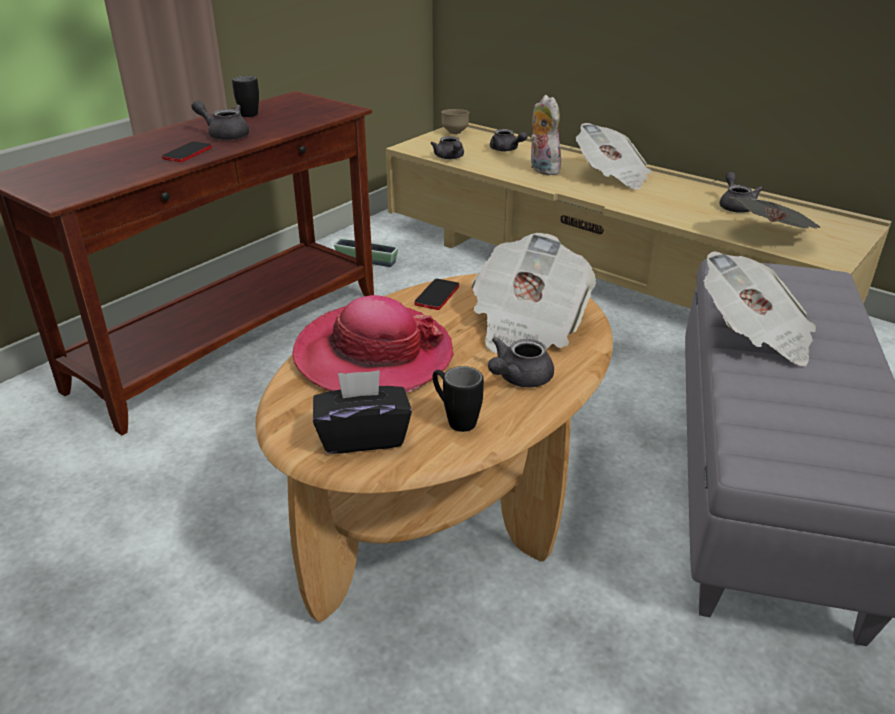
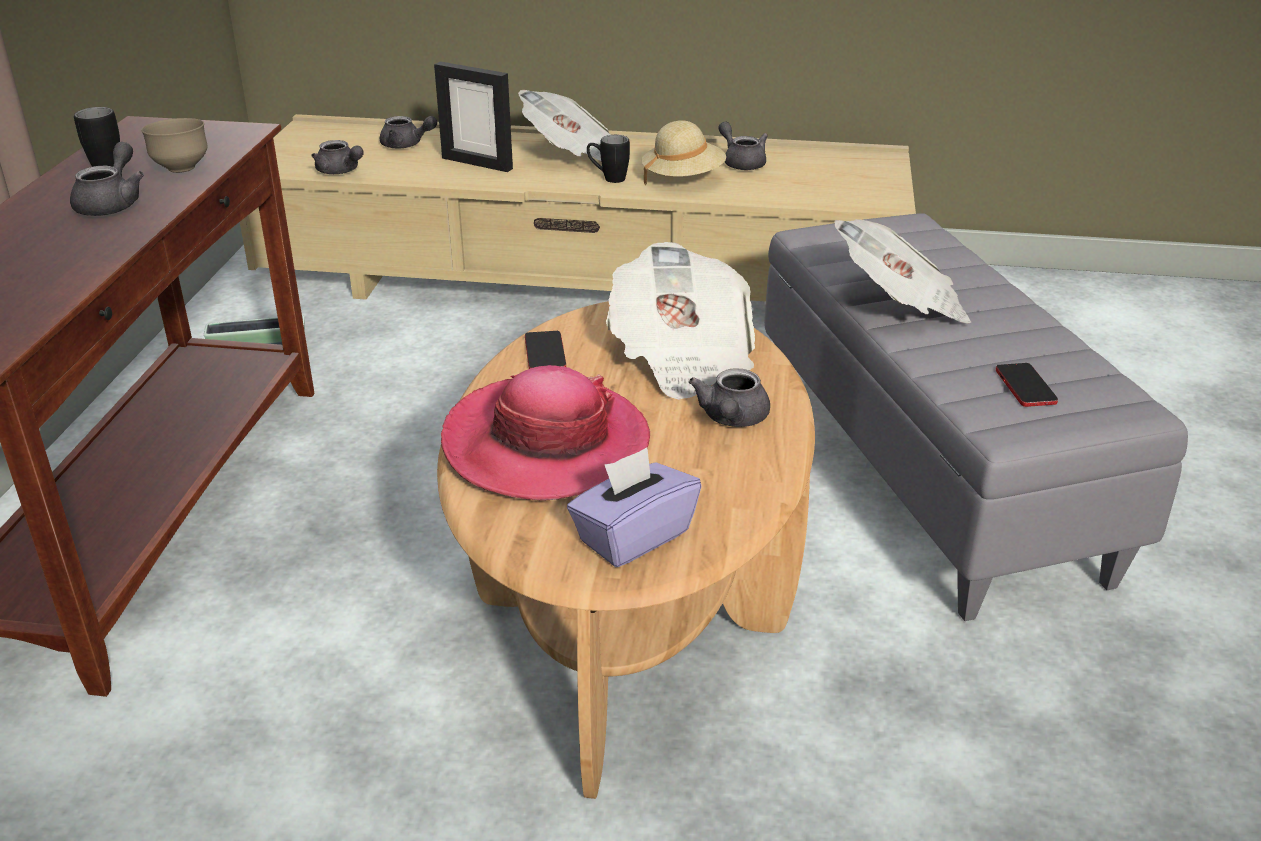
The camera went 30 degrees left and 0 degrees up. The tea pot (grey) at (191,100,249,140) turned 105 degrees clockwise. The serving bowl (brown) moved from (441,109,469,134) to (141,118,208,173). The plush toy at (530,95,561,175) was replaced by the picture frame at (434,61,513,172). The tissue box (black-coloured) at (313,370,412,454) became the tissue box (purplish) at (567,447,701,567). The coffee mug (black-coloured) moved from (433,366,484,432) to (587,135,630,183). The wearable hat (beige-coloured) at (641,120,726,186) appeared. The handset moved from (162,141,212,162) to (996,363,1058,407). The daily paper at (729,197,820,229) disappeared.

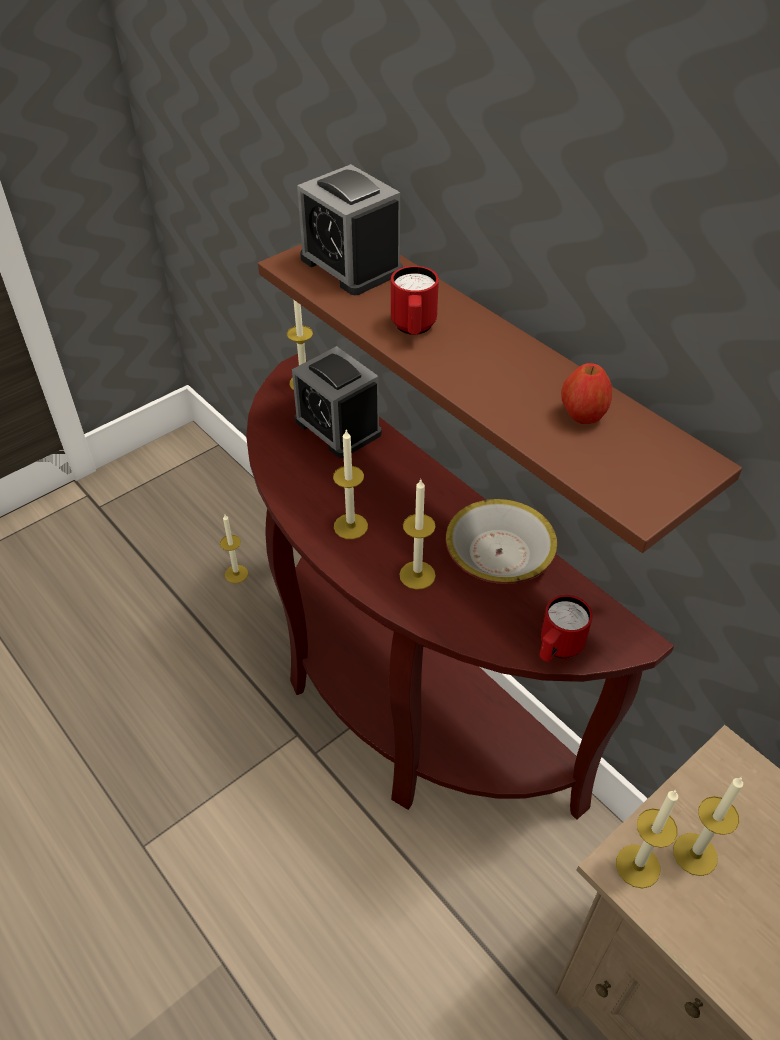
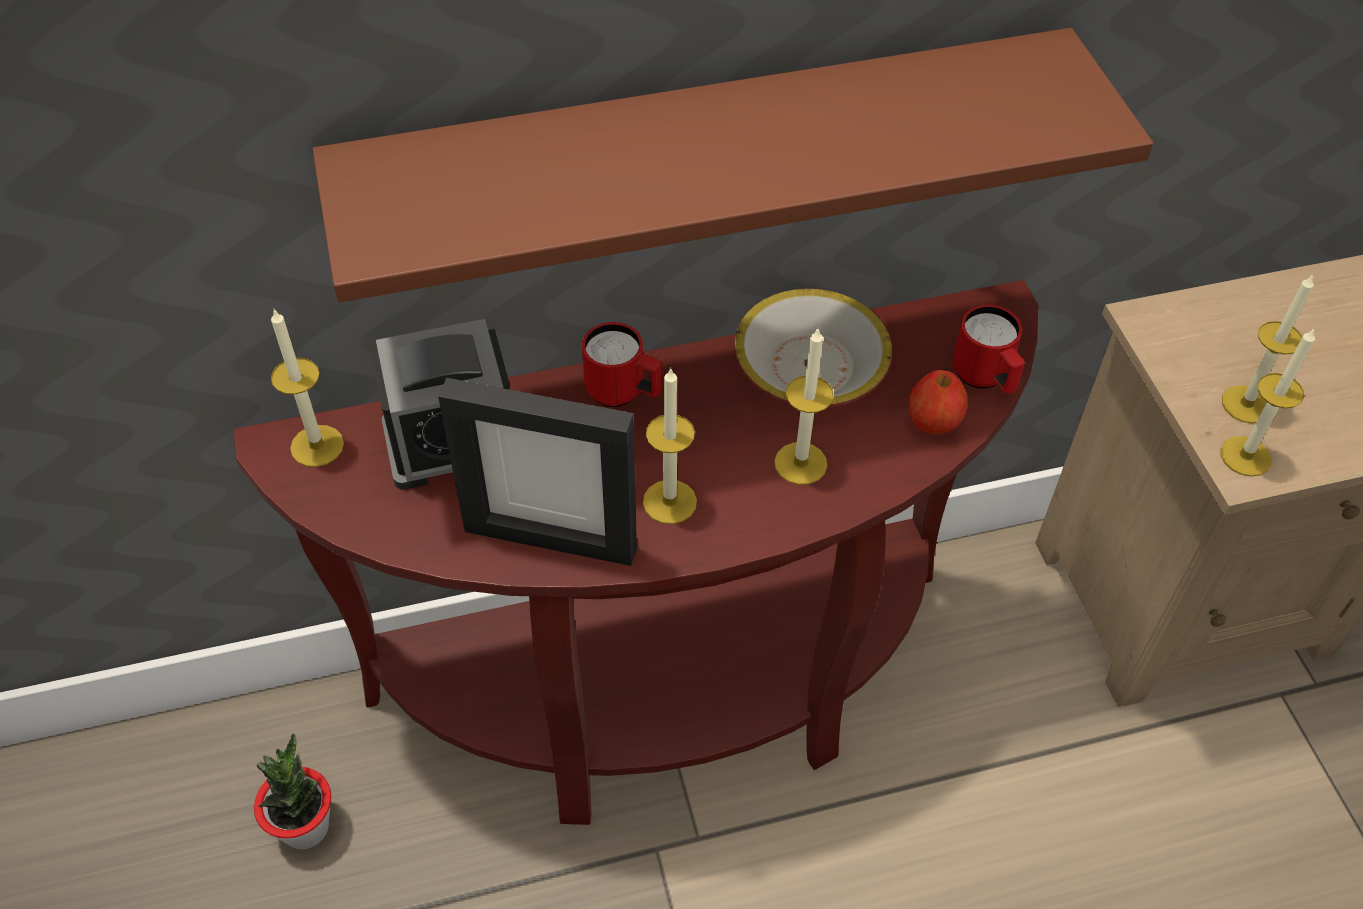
The camera went 65 degrees left and 5 degrees up. The candle at (220,515,248,583) was replaced by the potted plant at (254,733,331,850). The picture frame at (438,378,637,566) appeared. The coffee mug (red-coloured) moved from (391,266,439,335) to (582,322,661,407). The apple moved from (561,363,612,424) to (908,370,967,434). The table clock at (297,164,403,295) disappeared.

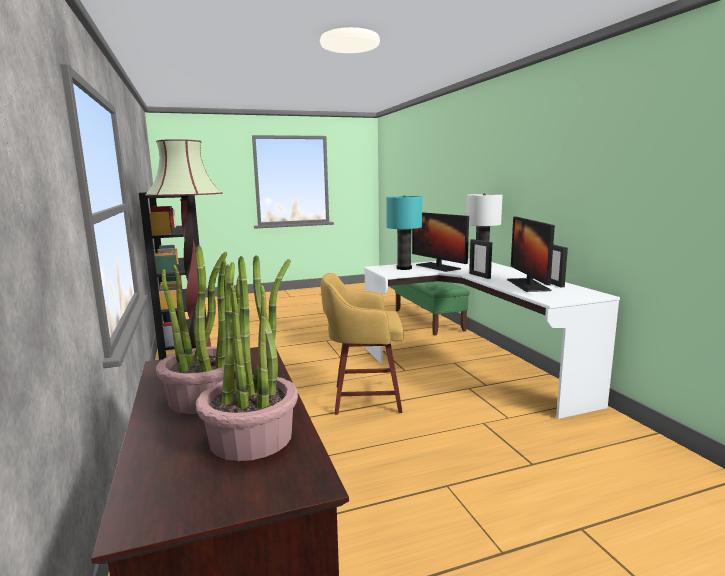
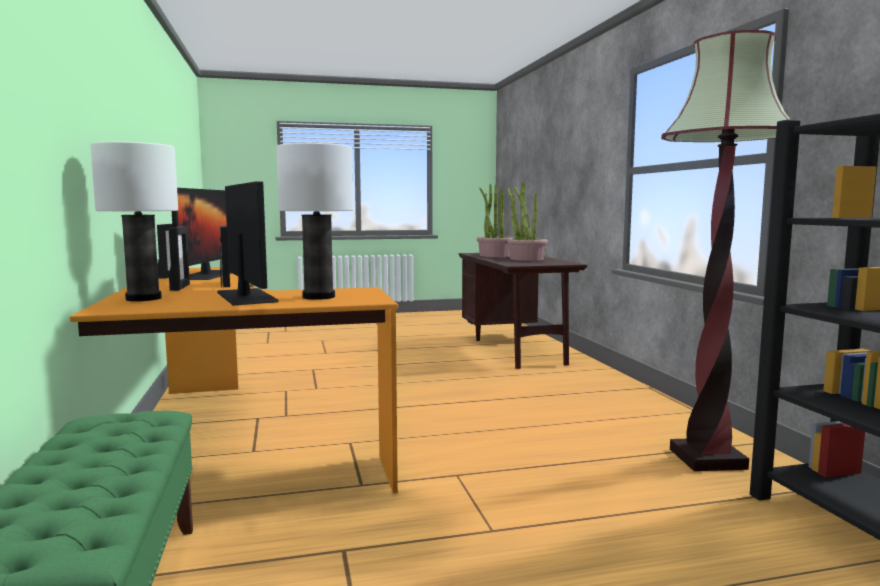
The camera went 175 degrees left and 5 degrees down. The desk unit (white) at (364,258,620,419) became the desk unit (orange-coloured) at (69,267,398,493). The picture frame at (169,226,190,291) appeared. The table lamp (blue-green) at (386,196,422,270) became the table lamp (white) at (276,143,354,300). The sitting stool (yellow-coloured) at (321,273,404,415) disappeared.

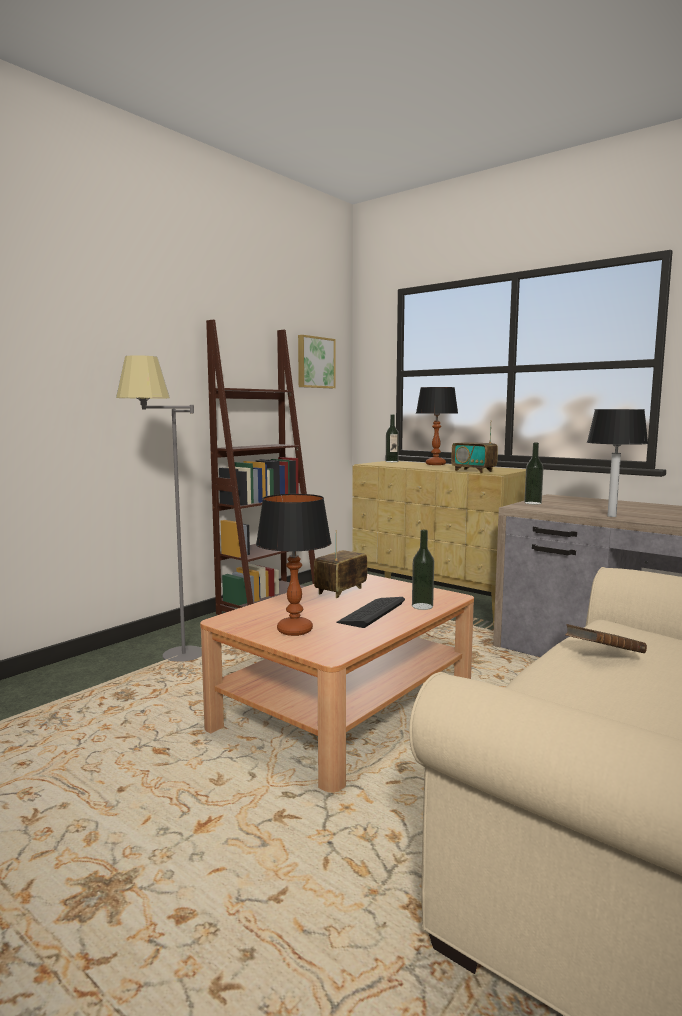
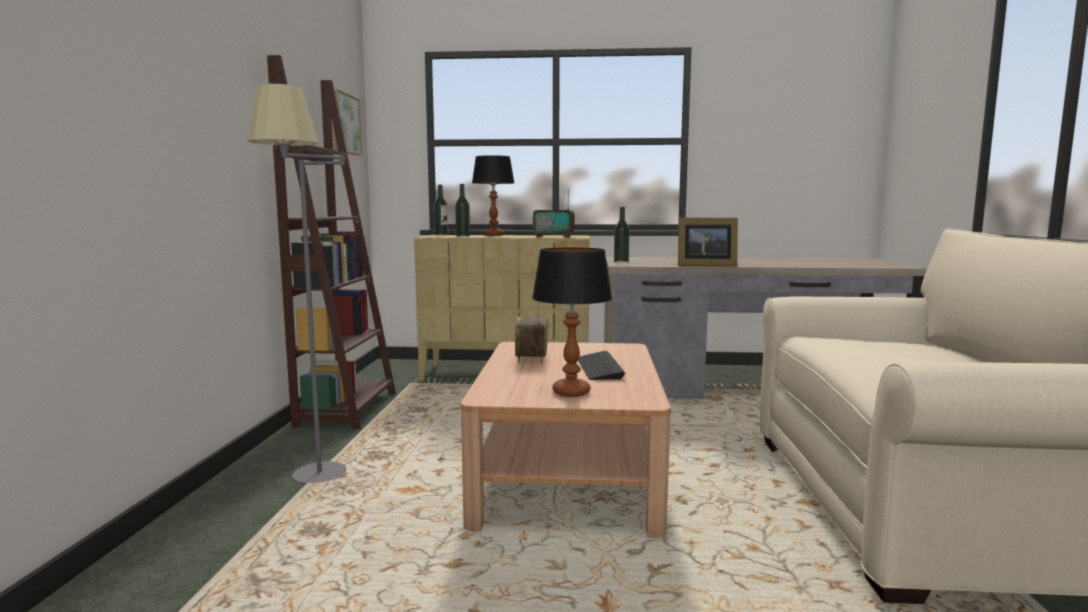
The camera went 35 degrees left and 0 degrees up. The bottle moved from (412,530,434,610) to (455,184,470,237). The table lamp at (587,409,648,517) was replaced by the picture frame at (678,218,738,266). The bound book (brown) at (565,624,647,653) disappeared.

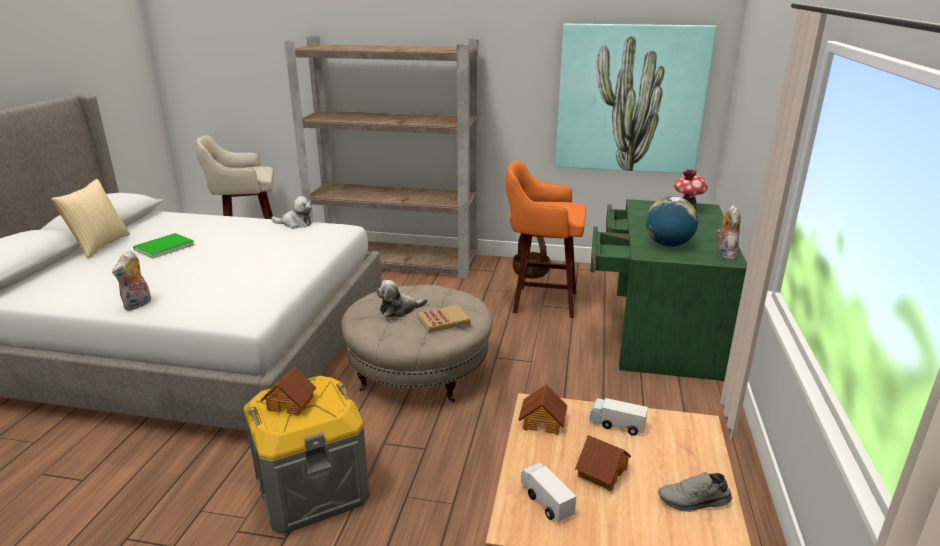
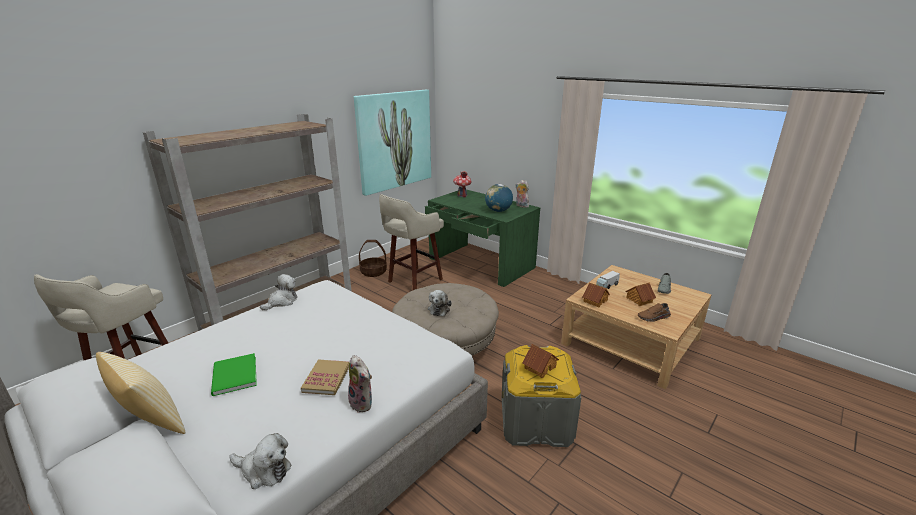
The camera went 60 degrees left and 0 degrees up. The plush toy at (229,433,292,489) appeared. The bound book moved from (417,305,470,333) to (301,359,349,395). The sitting stool (orange-coloured) at (506,161,586,318) became the sitting stool (beige-coloured) at (379,194,444,290). The toy truck at (521,463,576,522) was replaced by the low shoe (brown) at (638,303,671,322).

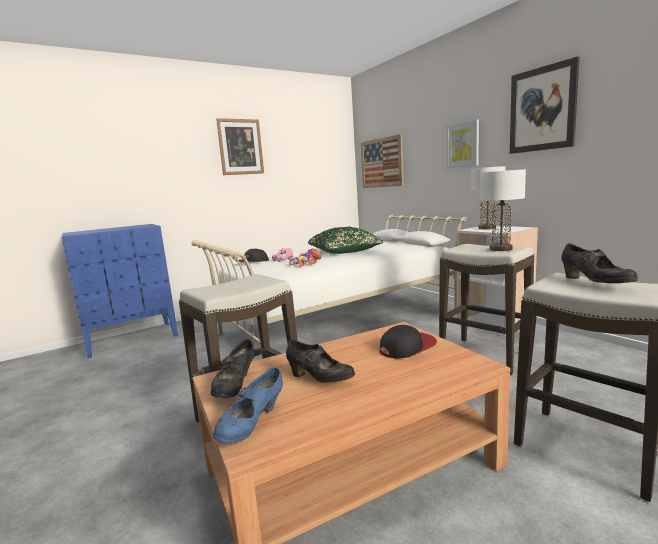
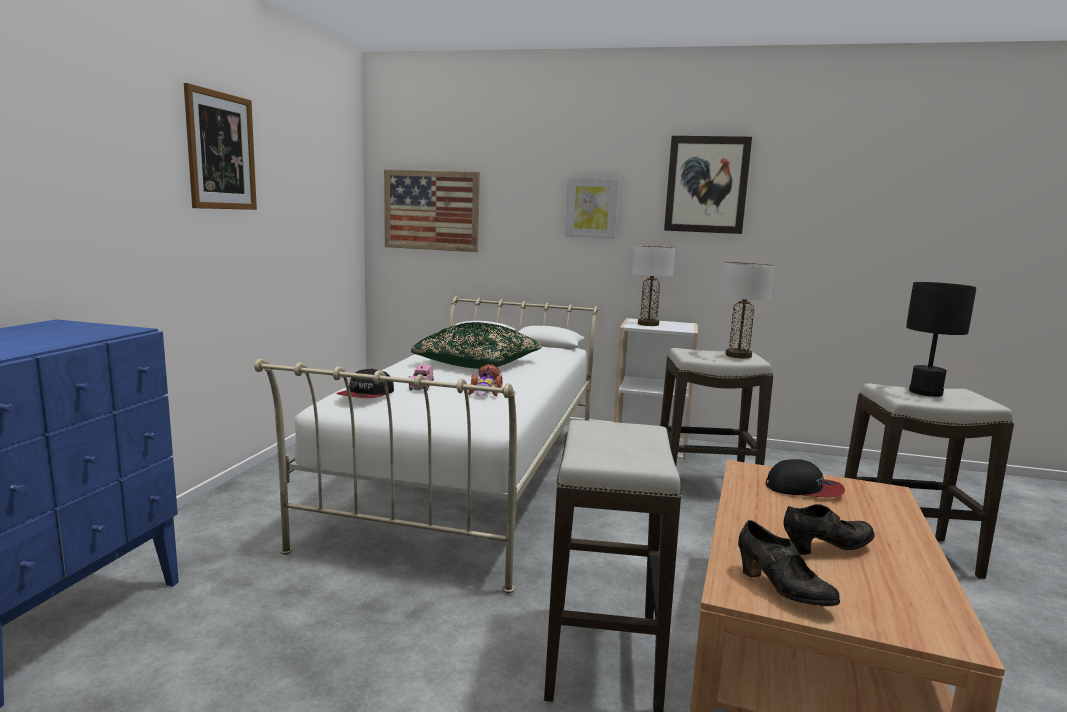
The camera went 45 degrees left and 0 degrees up. The cap at (380,325,437,359) turned 90 degrees clockwise. The low shoe (black-coloured) at (561,243,638,283) was replaced by the table lamp (black-coloured) at (906,282,976,397). The low shoe (blue) at (213,367,283,444) disappeared.

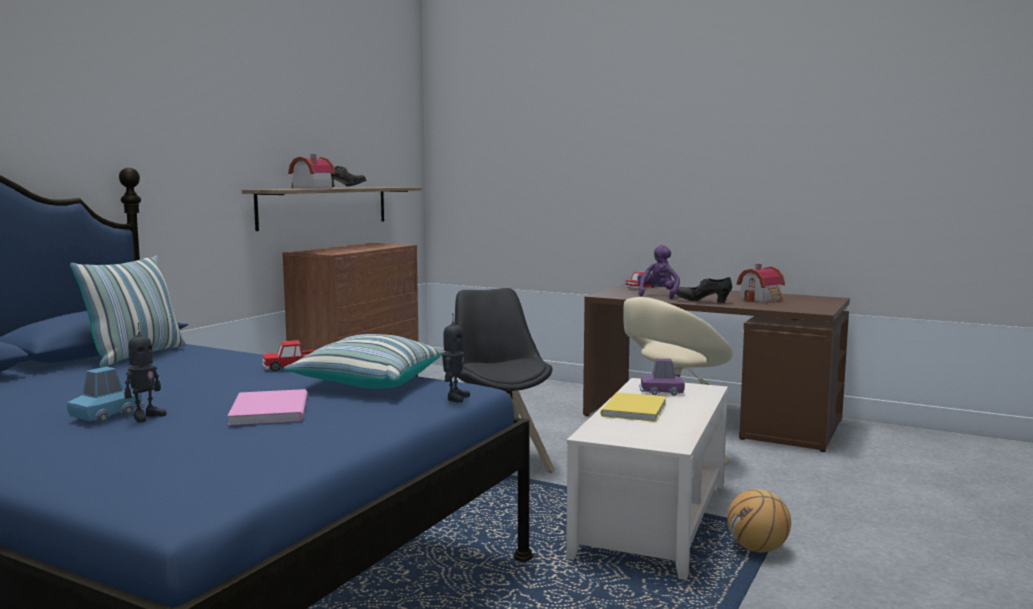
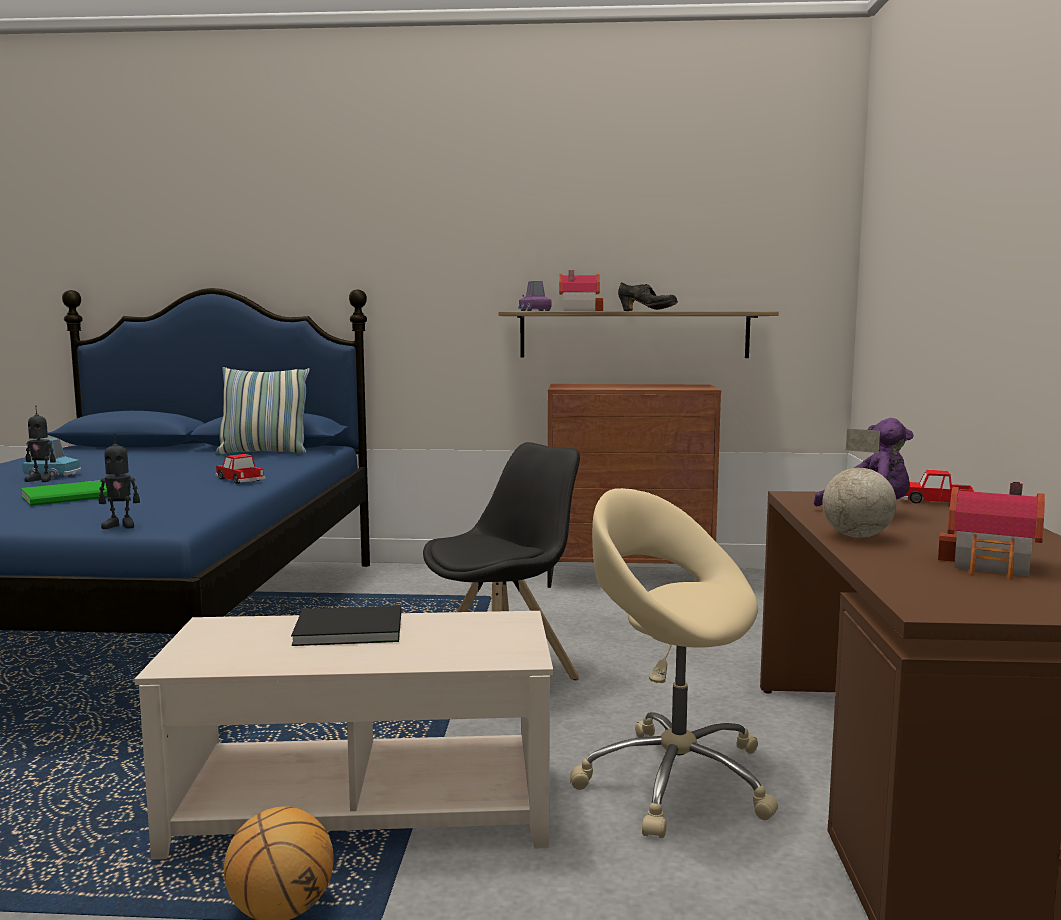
The camera went 65 degrees right and 0 degrees up. The bound book (pink) at (227,389,307,425) became the bound book (greenish) at (21,480,108,506). The bound book (yellow-coloured) at (601,392,666,422) became the bound book (black-coloured) at (291,606,401,646). The miniature car (purplish) moved from (639,359,685,396) to (518,281,552,311). The low shoe (black-coloured) at (675,277,732,303) was replaced by the world globe at (823,429,897,538). The pillow at (284,334,442,388) disappeared.

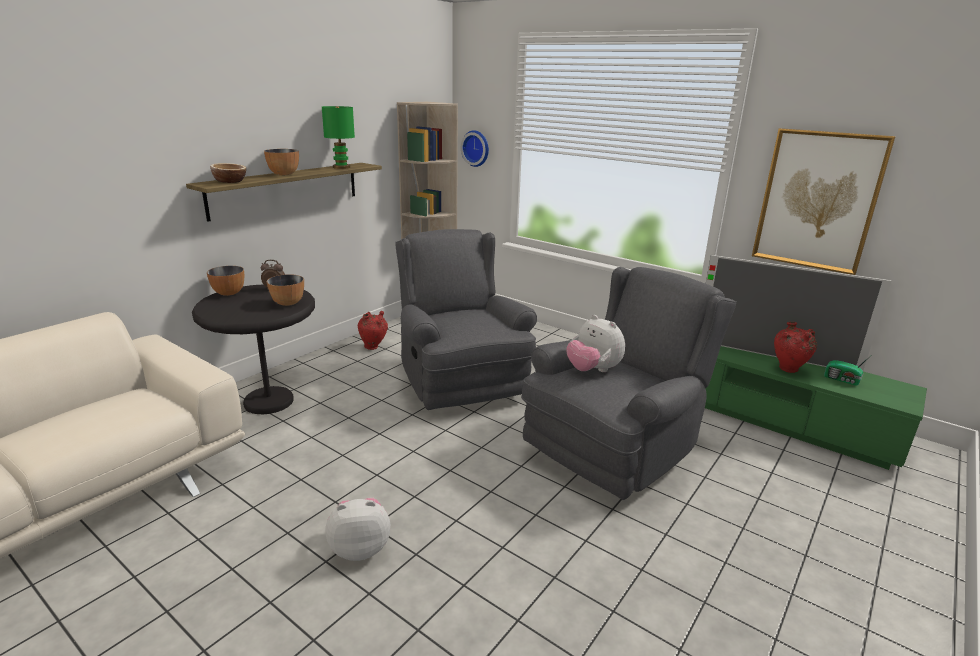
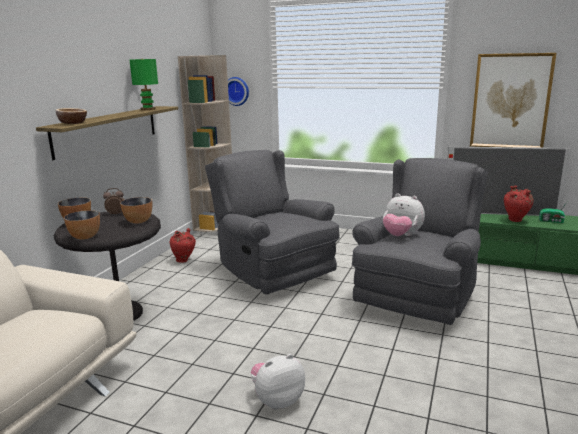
The camera went 15 degrees left and 5 degrees down. The serving bowl moved from (264,149,299,175) to (64,210,100,240).

